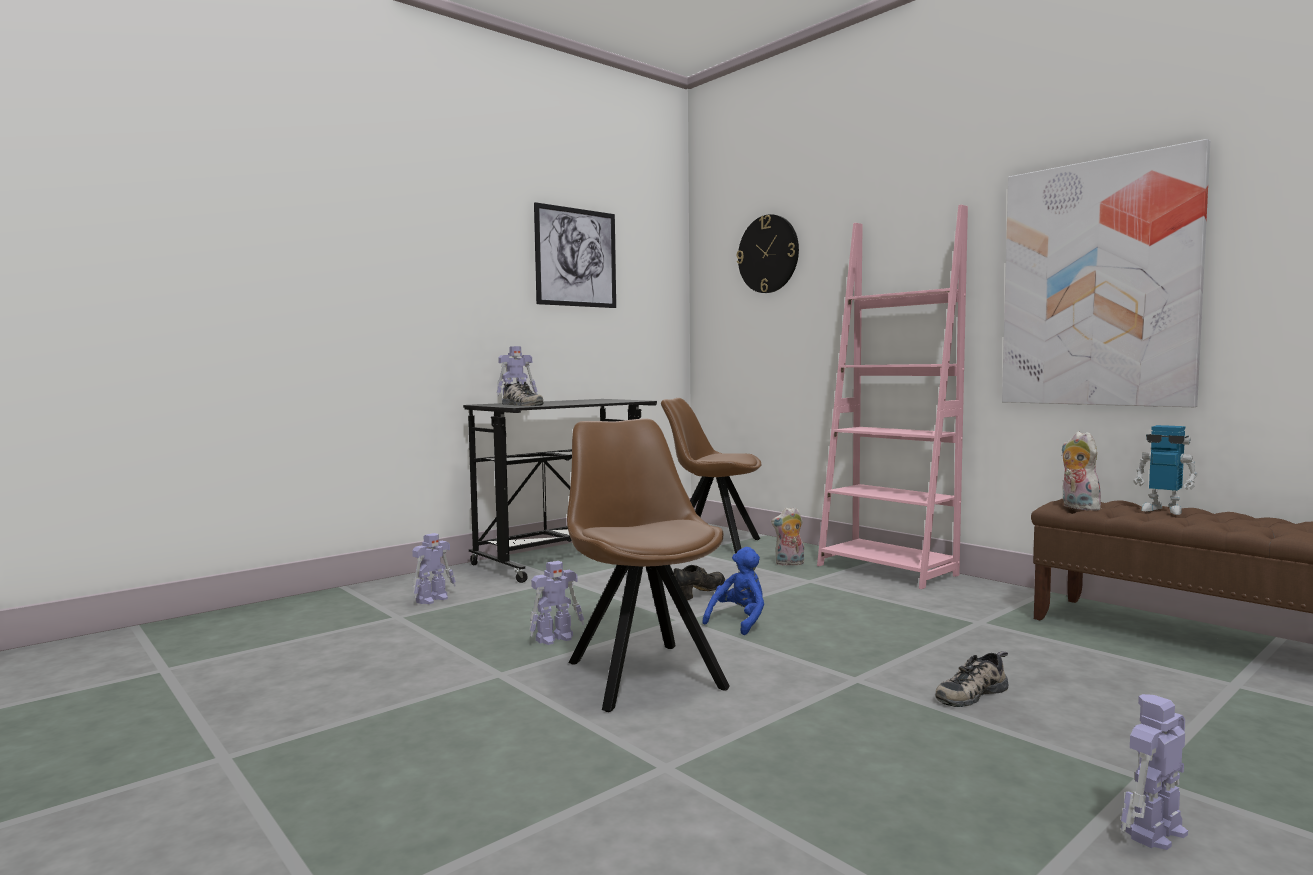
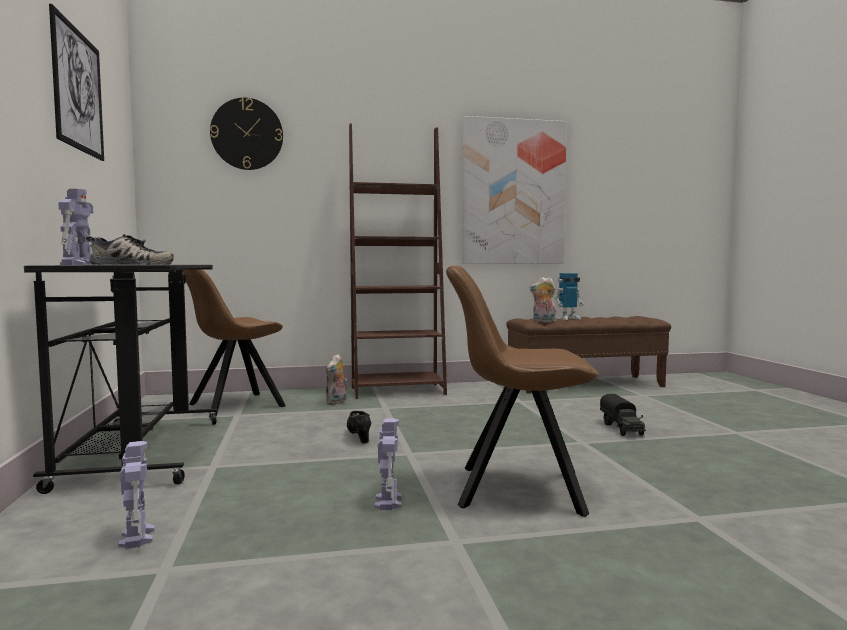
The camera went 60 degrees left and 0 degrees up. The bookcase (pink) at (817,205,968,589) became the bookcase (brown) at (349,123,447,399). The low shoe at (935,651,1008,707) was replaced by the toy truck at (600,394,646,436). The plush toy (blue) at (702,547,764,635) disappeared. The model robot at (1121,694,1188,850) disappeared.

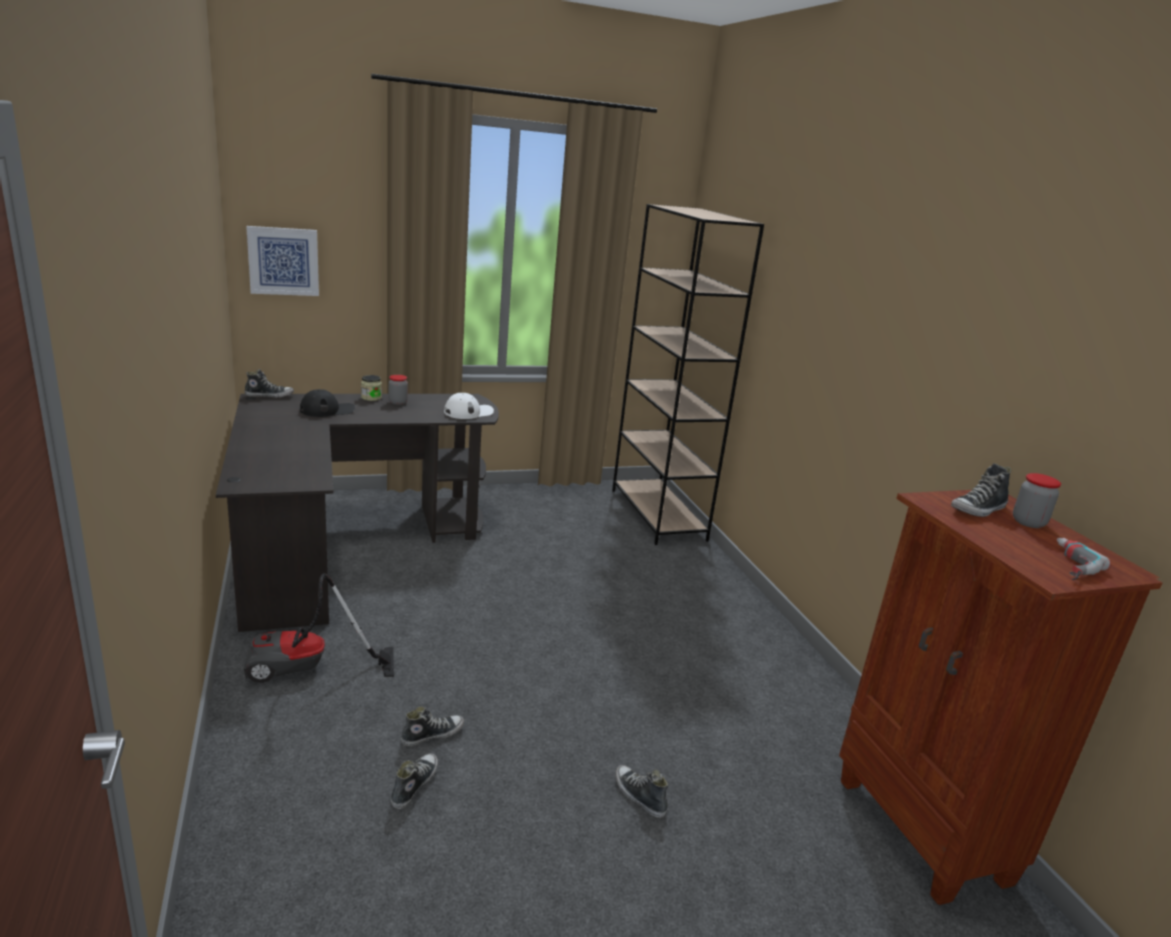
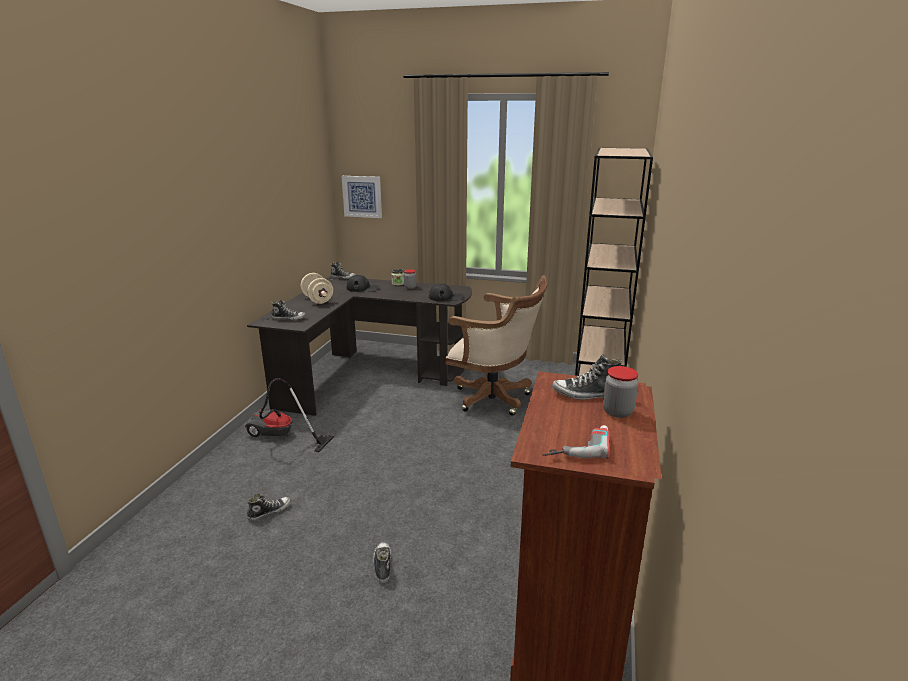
The camera went 35 degrees right and 0 degrees up. The low shoe moved from (401,706,464,746) to (271,299,306,320). The dumbbell (beige-coloured) at (300,273,333,304) appeared. The cap (white) at (444,393,494,419) became the cap (black-coloured) at (429,283,463,301). The office chair at (446,275,547,415) appeared.

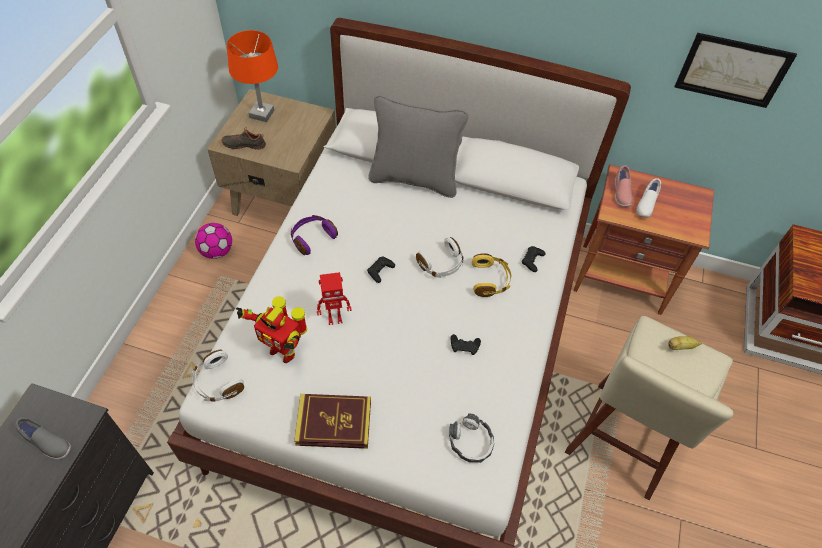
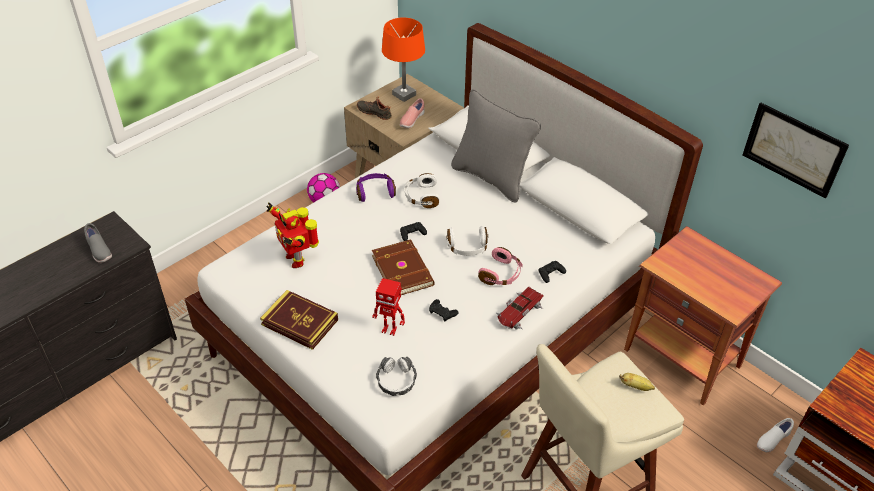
The camera went 30 degrees right and 10 degrees down. The bound book (brown) at (372,240,435,295) appeared. The model robot moved from (317,272,352,325) to (372,278,405,336). The low shoe (pink) moved from (614,165,633,207) to (400,98,425,128). The headphones (white) moved from (190,350,244,401) to (405,173,440,208). The headphones (yellow-coloured) at (472,253,511,297) became the headphones (pink) at (478,247,523,285). The miniature car at (496,286,544,330) appeared. The low shoe (white) moved from (636,178,661,218) to (757,418,794,452).

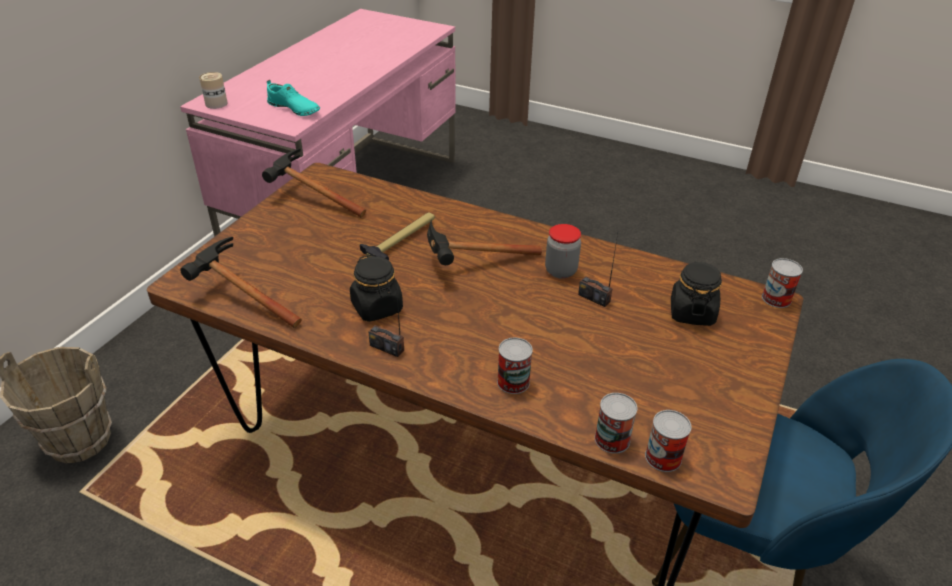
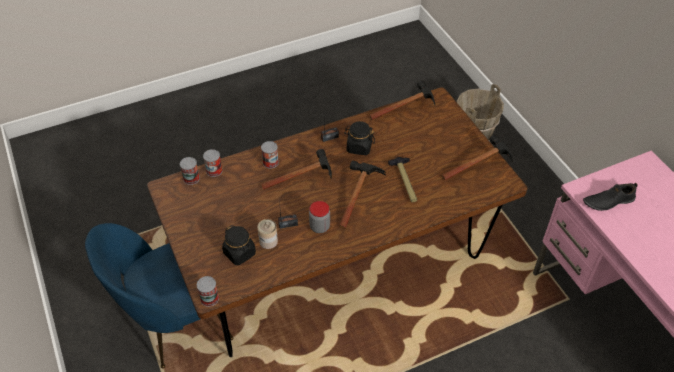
The camera went 130 degrees right and 10 degrees up. The sealed can moved from (199,72,228,109) to (257,219,278,249). The hand hammer at (261,149,332,190) appeared. The low shoe (blue-green) at (267,80,320,116) became the low shoe (black-coloured) at (583,182,638,211).

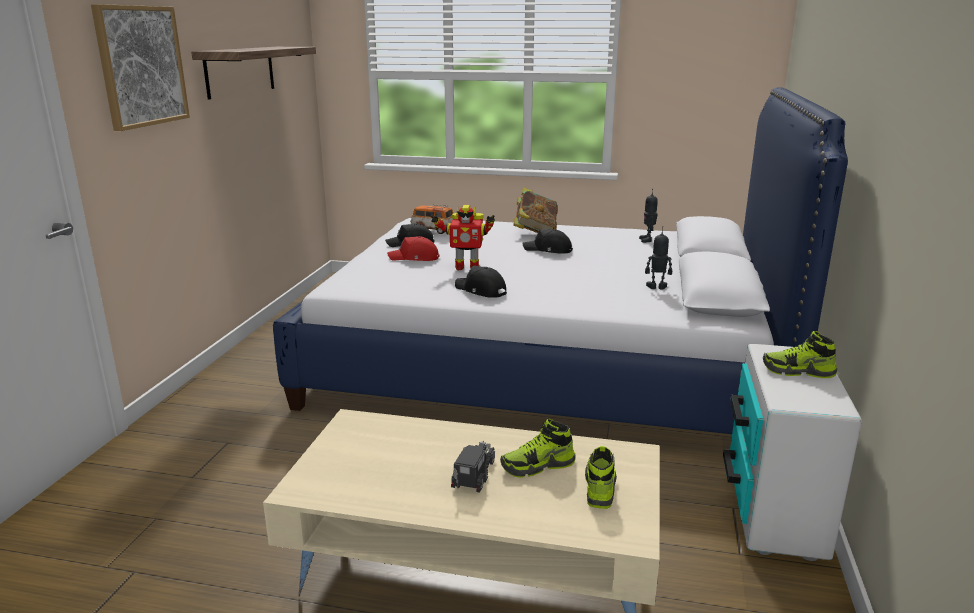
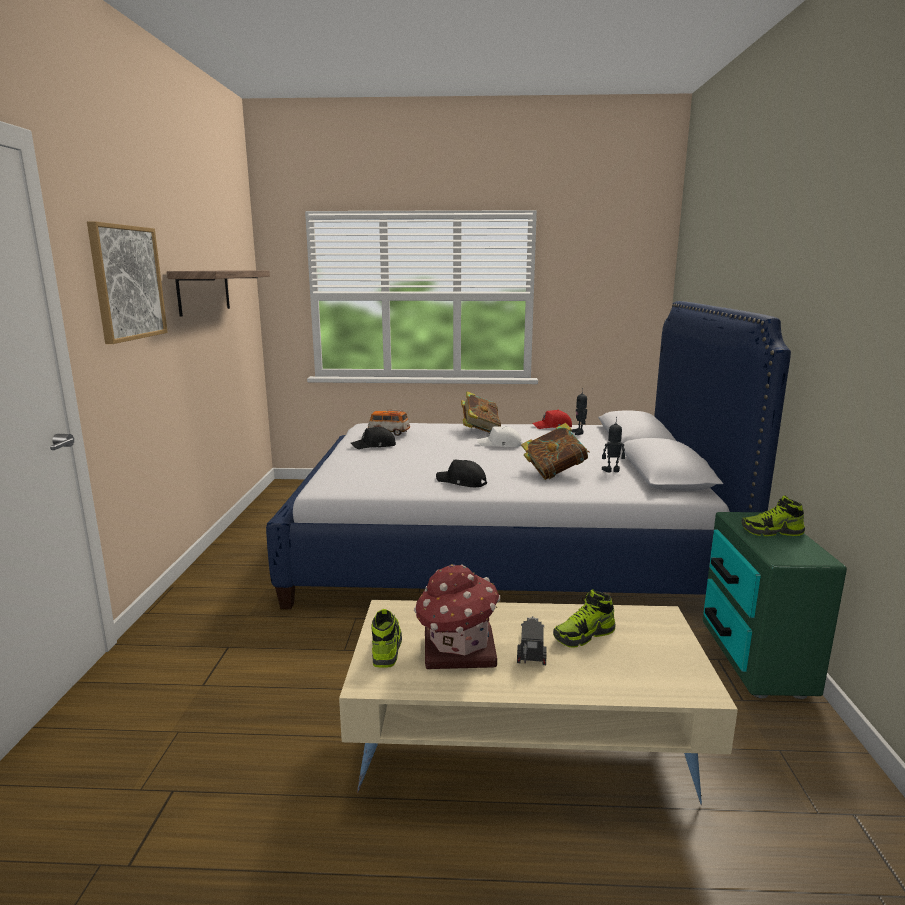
The camera went 10 degrees left and 5 degrees down. The low shoe moved from (585,446,617,509) to (371,609,402,668). The model house at (414,564,500,669) appeared. The cap (black-coloured) at (522,229,573,254) became the cap (white) at (477,426,522,447). The bound book at (521,423,590,480) appeared. The cap (red-coloured) moved from (387,236,440,261) to (532,410,572,429). The night table (white) at (723,344,862,561) became the night table (greenish) at (703,512,847,699). The model robot at (430,205,495,270) disappeared.

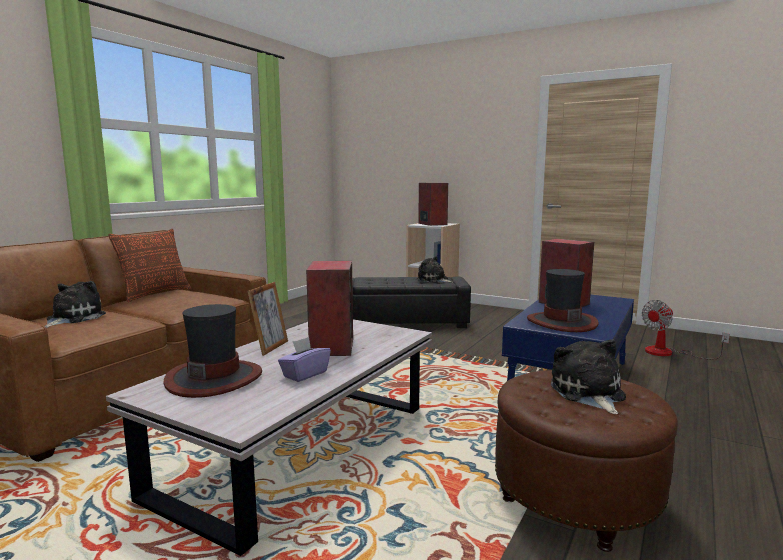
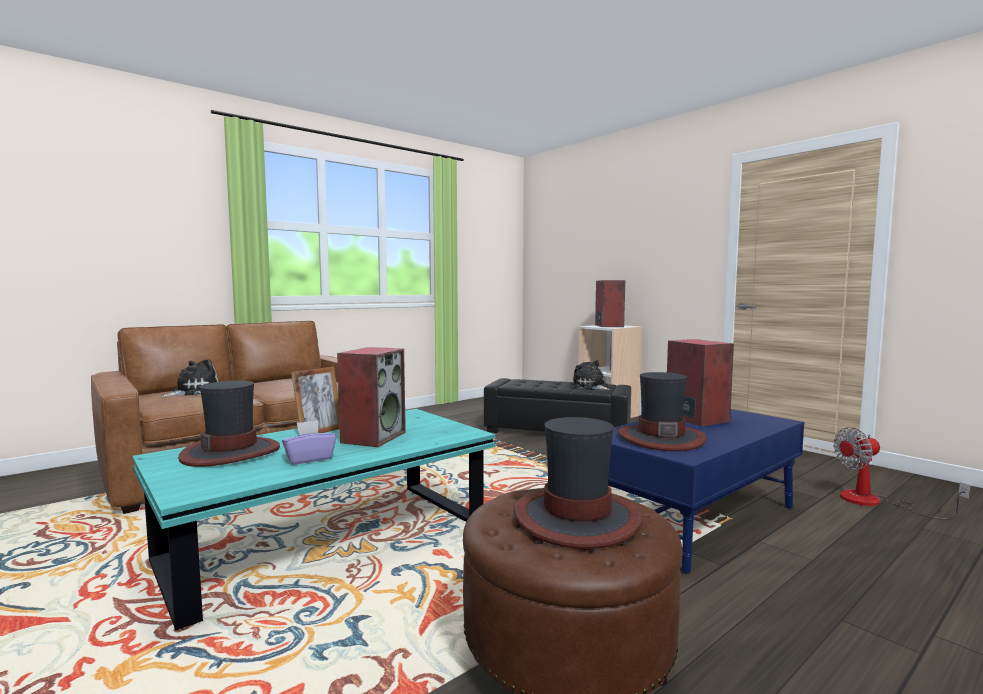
The camera went 20 degrees right and 5 degrees down. The lounge table (white) at (106,319,432,556) became the lounge table (blue-green) at (132,409,495,631). The plush toy at (551,339,626,414) was replaced by the wearable hat at (514,417,643,549). The pillow (brown) at (108,229,191,302) disappeared.

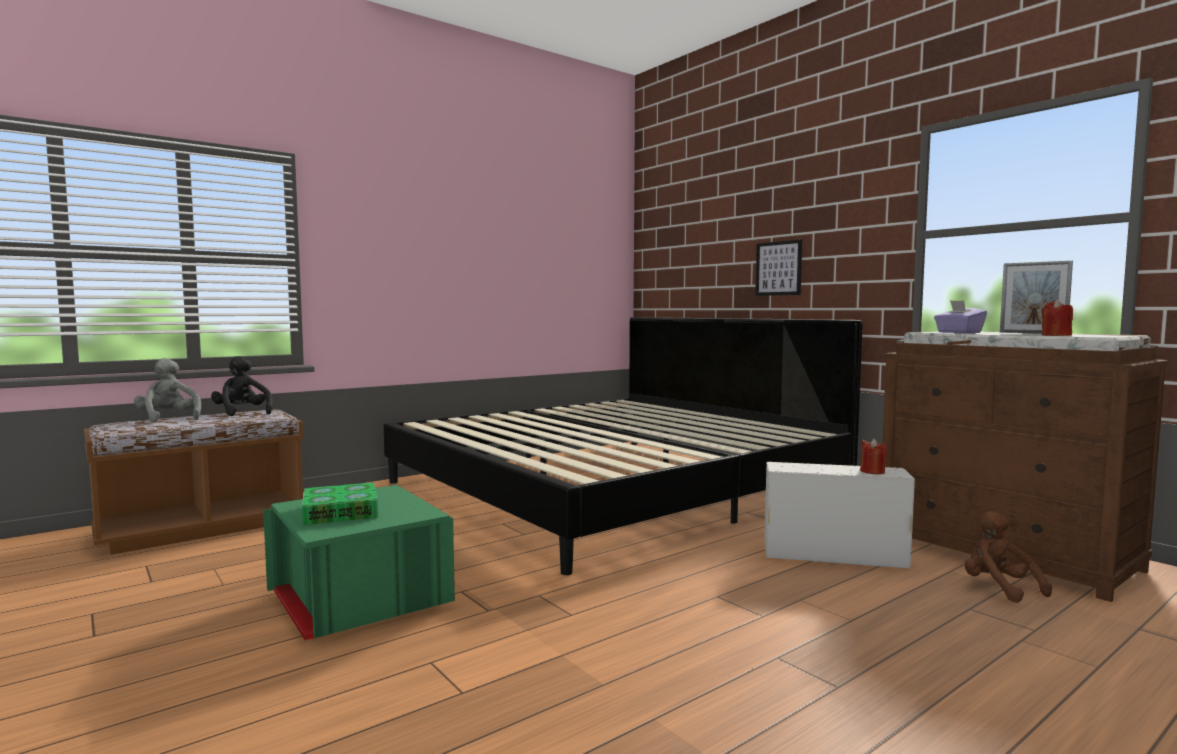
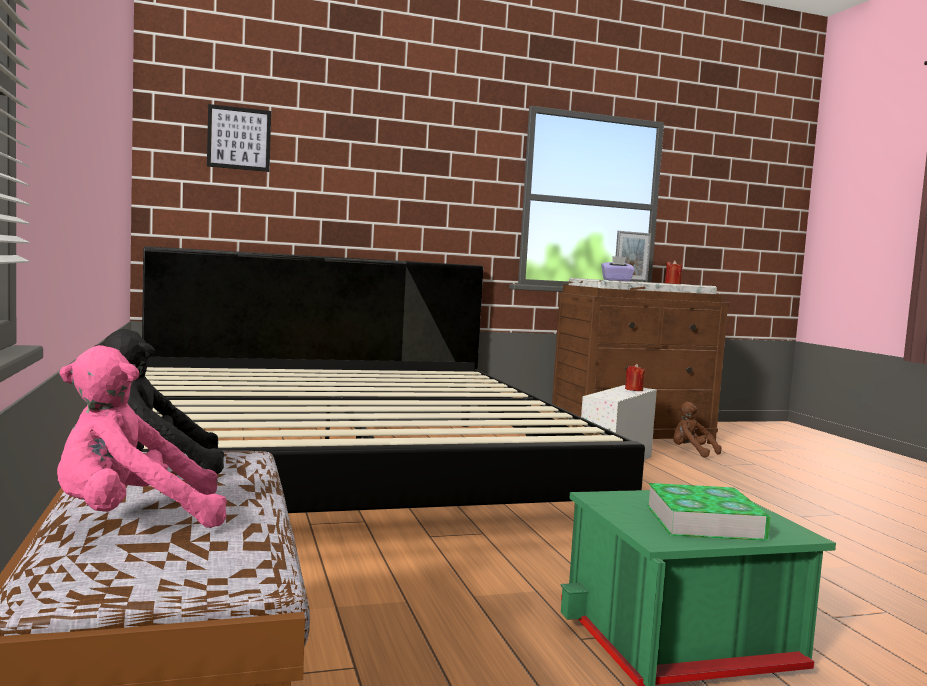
The camera went 70 degrees left and 0 degrees up. The plush toy (grey) at (134,358,201,422) became the plush toy (pink) at (57,345,227,528). The wall picture moved from (755,239,802,296) to (207,104,271,172). The plush toy (brown) at (965,511,1052,603) turned 45 degrees clockwise.

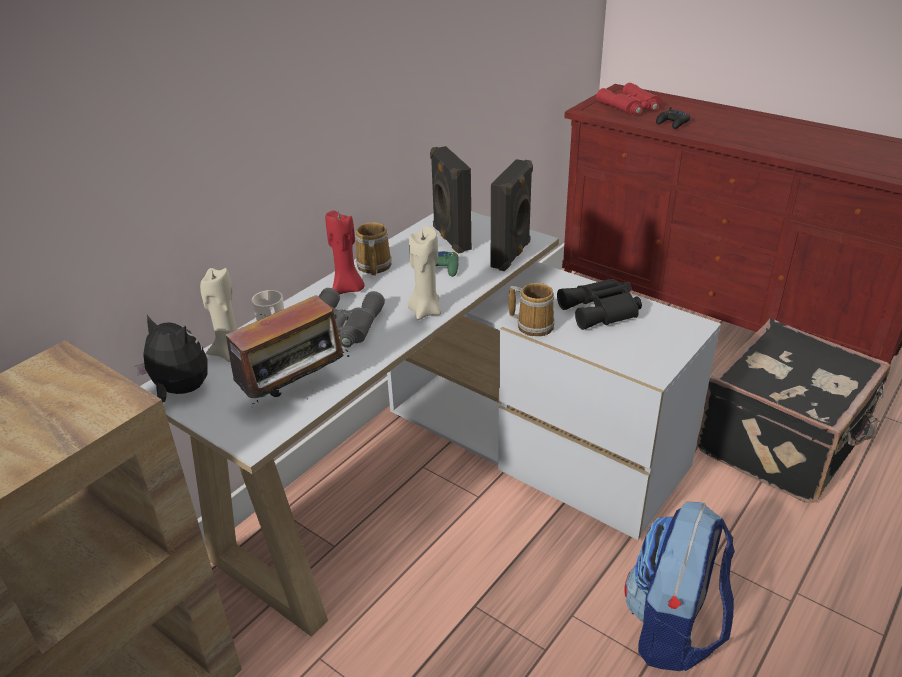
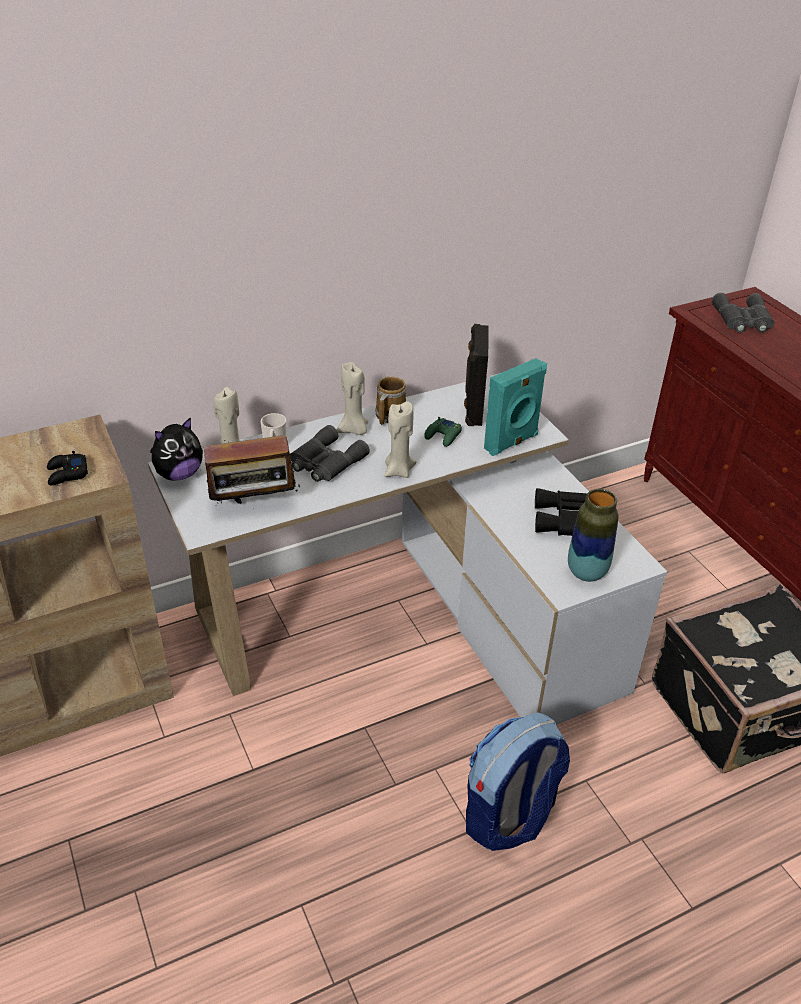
The camera went 25 degrees right and 5 degrees up. The joypad (black-coloured) moved from (656,107,690,129) to (47,451,88,485). The plush toy at (134,315,207,402) turned 90 degrees clockwise. The candle (red-coloured) at (325,210,365,295) became the candle (beige-coloured) at (337,362,368,435). The audio speaker (black-coloured) at (491,159,533,271) became the audio speaker (blue-green) at (484,358,547,456). The vase at (568,489,618,582) appeared. The binoculars (red-coloured) at (596,83,661,115) became the binoculars (grey) at (712,293,775,333). The coffee mug at (509,283,555,336) disappeared.

